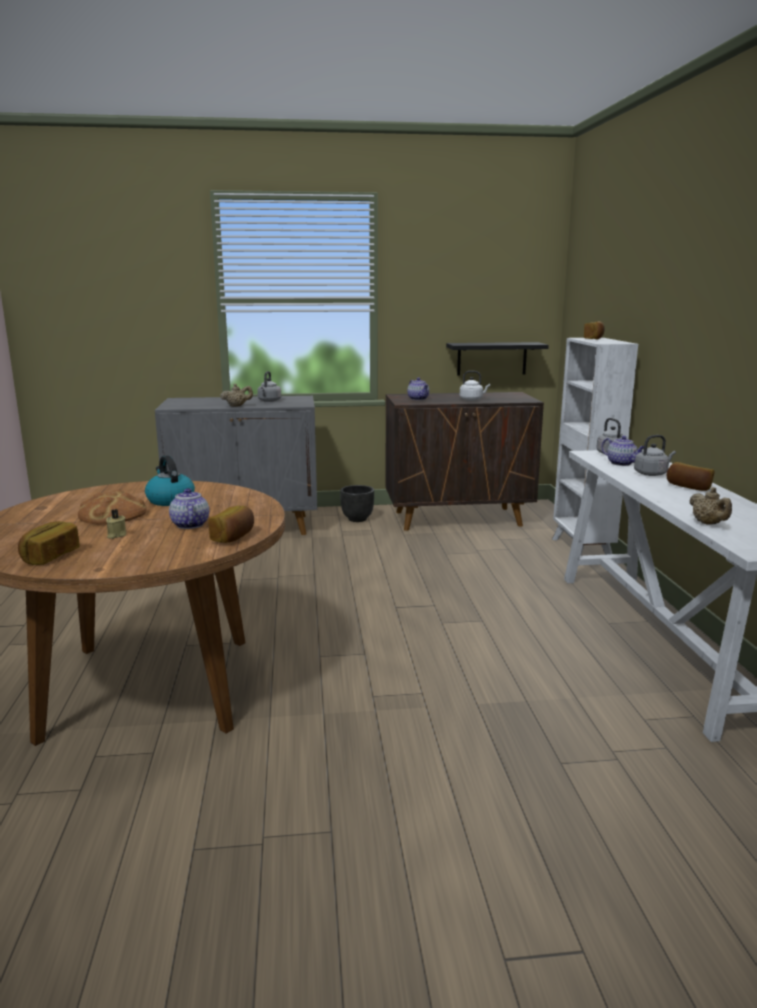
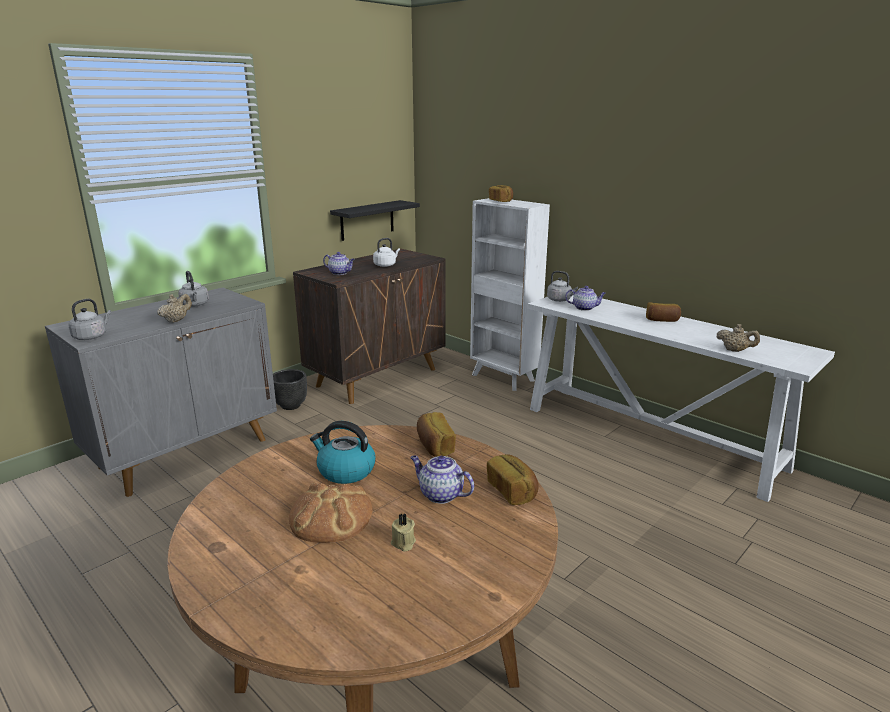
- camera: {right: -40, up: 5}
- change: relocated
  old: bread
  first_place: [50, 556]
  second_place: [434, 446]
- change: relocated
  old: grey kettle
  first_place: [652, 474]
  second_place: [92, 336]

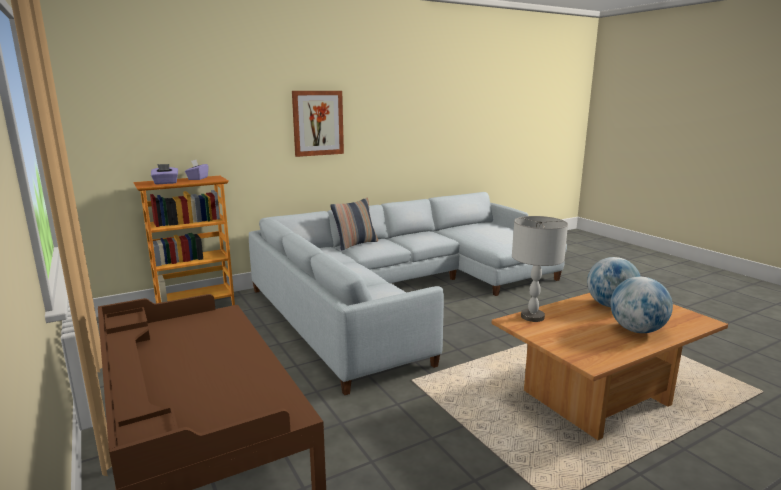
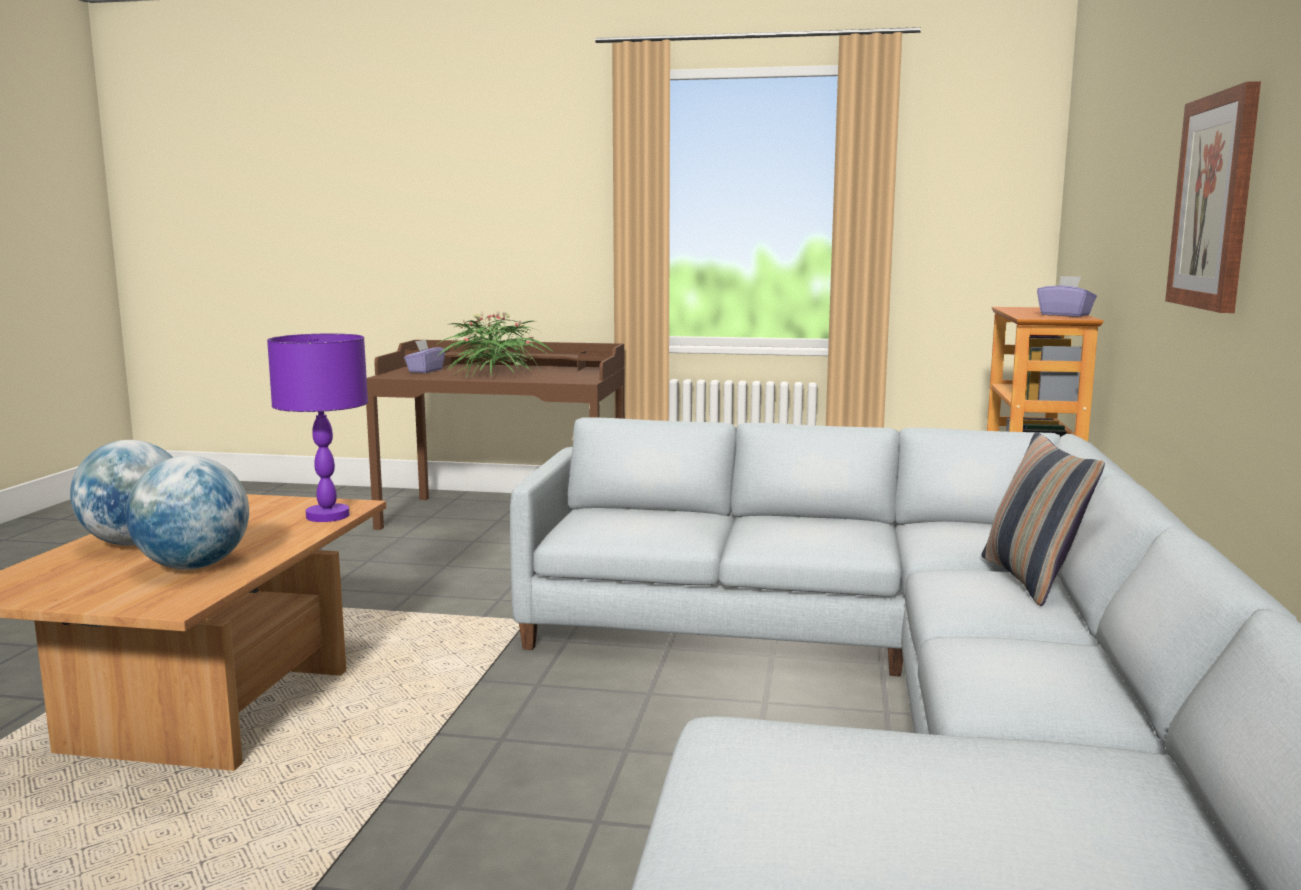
- camera: {right: 130, up: -5}
- change: relocated
  old: purple tissue box
  first_place: [165, 183]
  second_place: [425, 371]
- change: colour
  old: grey table lamp
  new: purple table lamp
  first_place: [532, 316]
  second_place: [328, 516]
- change: appeared
  new: potted plant
  second_place: [494, 374]

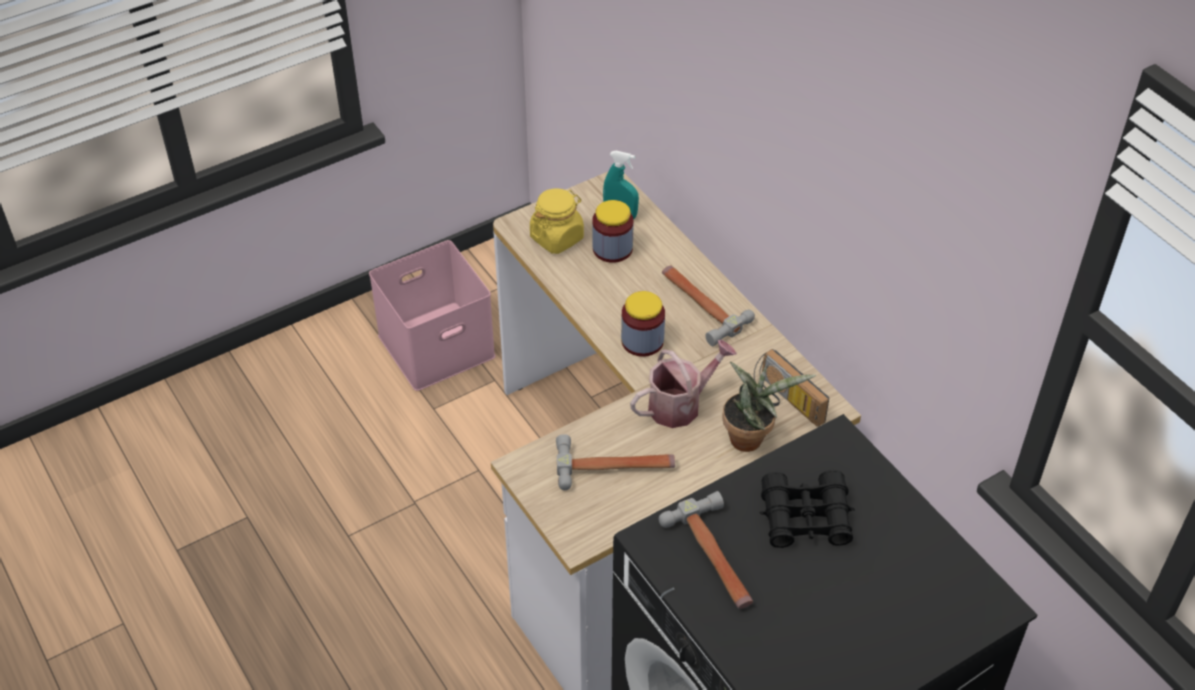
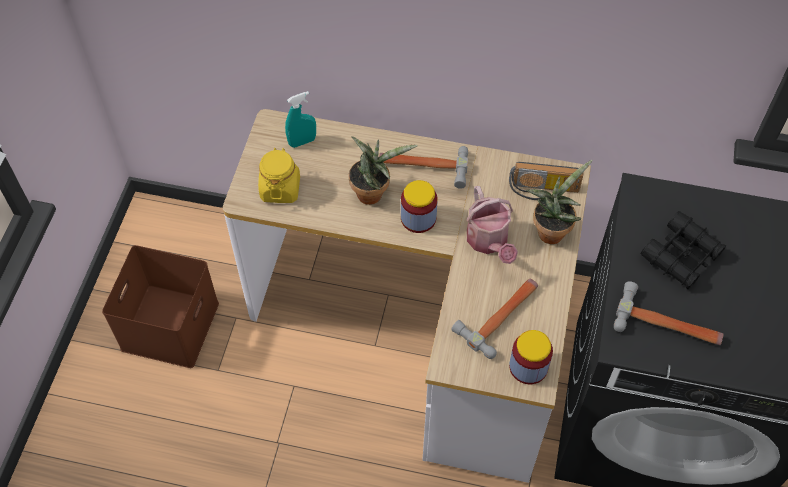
- camera: {right: -45, up: 10}
- change: colour
  old: pink storage box
  new: brown storage box
  first_place: [437, 343]
  second_place: [169, 324]
- change: relocated
  old: jar
  first_place: [612, 249]
  second_place: [528, 367]
- change: spun
  old: watering can
  first_place: [680, 404]
  second_place: [489, 242]
  degrees: 150
- change: appeared
  new: potted plant
  second_place: [373, 192]

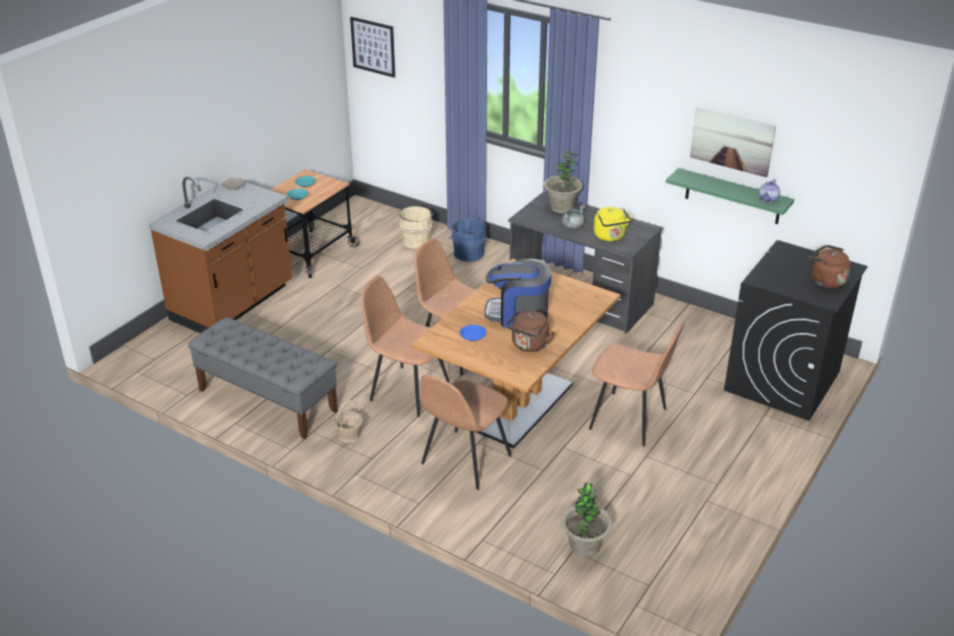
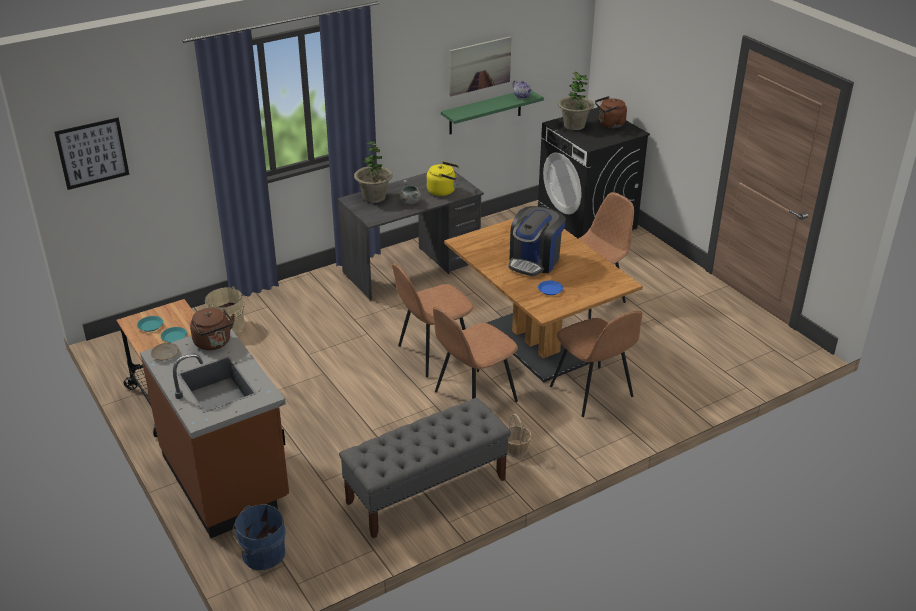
- camera: {right: -65, up: 0}
- change: relocated
  old: blue bucket
  first_place: [467, 253]
  second_place: [261, 554]
- change: relocated
  old: brown kettle
  first_place: [529, 345]
  second_place: [214, 343]
- change: relocated
  old: potted plant
  first_place: [584, 546]
  second_place: [574, 125]

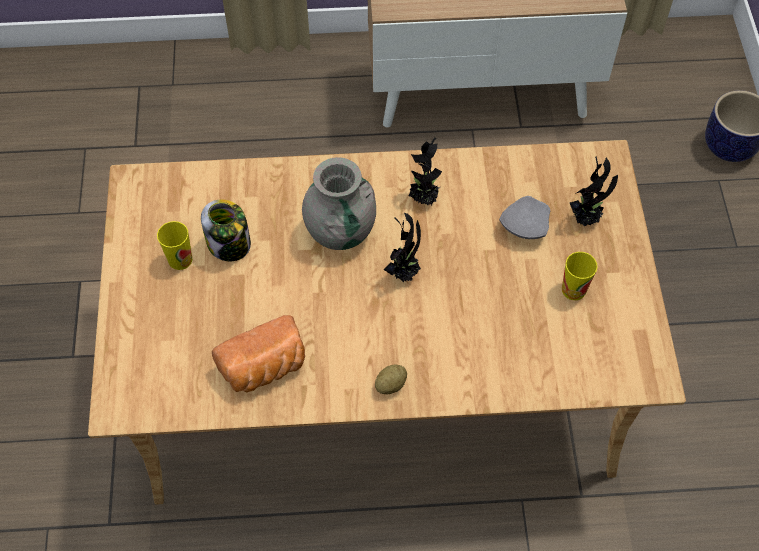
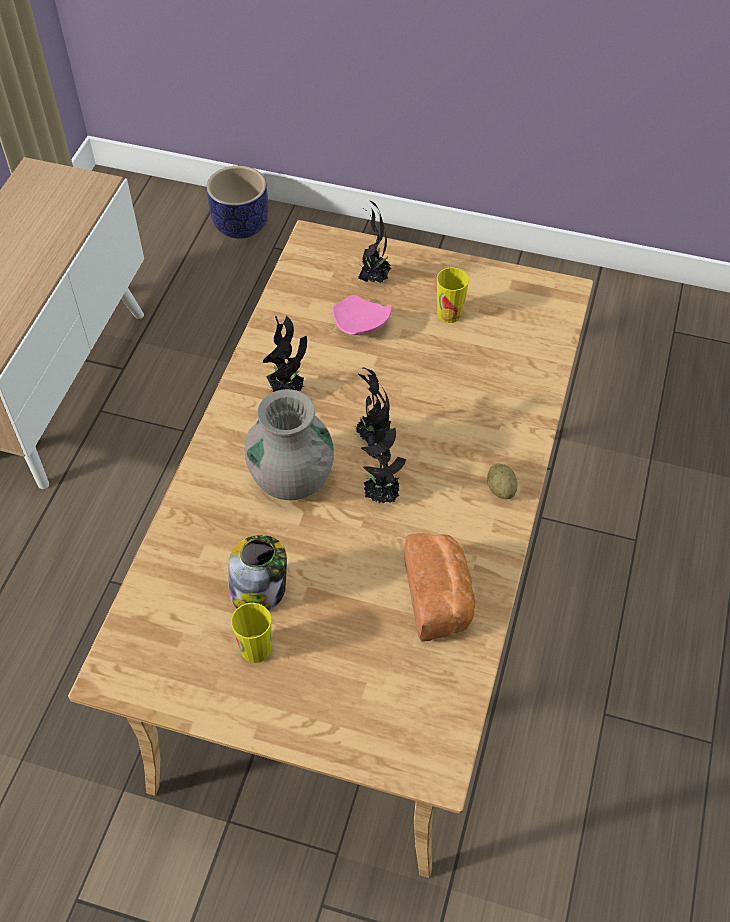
- camera: {right: -70, up: -5}
- change: colour
  old: grey plate
  new: pink plate
  first_place: [523, 225]
  second_place: [360, 325]
- change: appeared
  new: potted plant
  second_place: [383, 496]

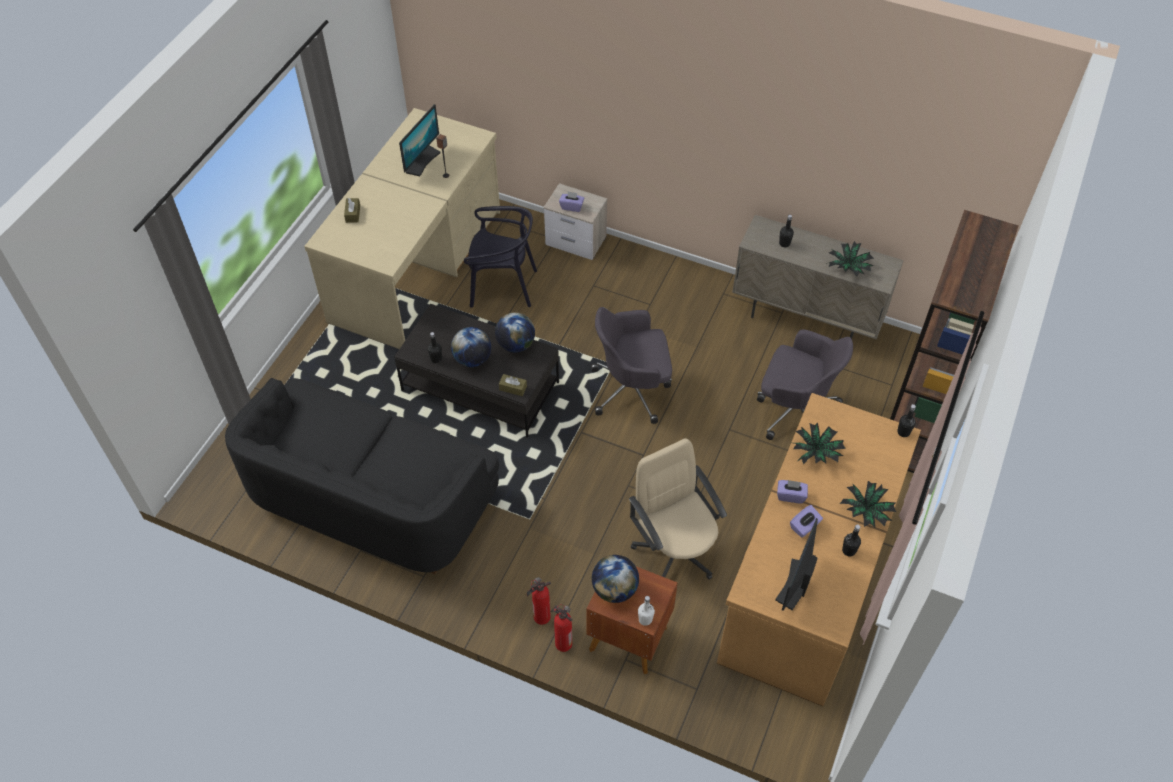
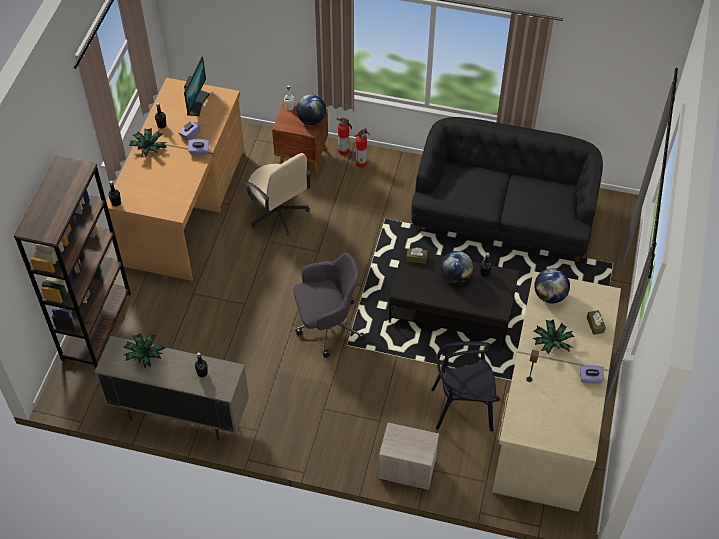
- camera: {right: 170, up: 0}
- change: missing
  old: monitor
  first_place: [422, 161]
- change: relocated
  old: globe
  first_place: [515, 345]
  second_place: [550, 296]
- change: relocated
  old: purple tissue box
  first_place: [572, 206]
  second_place: [590, 378]
- change: missing
  old: grey office chair
  first_place: [794, 410]
- change: relocated
  old: potted plant
  first_place: [816, 453]
  second_place: [551, 343]

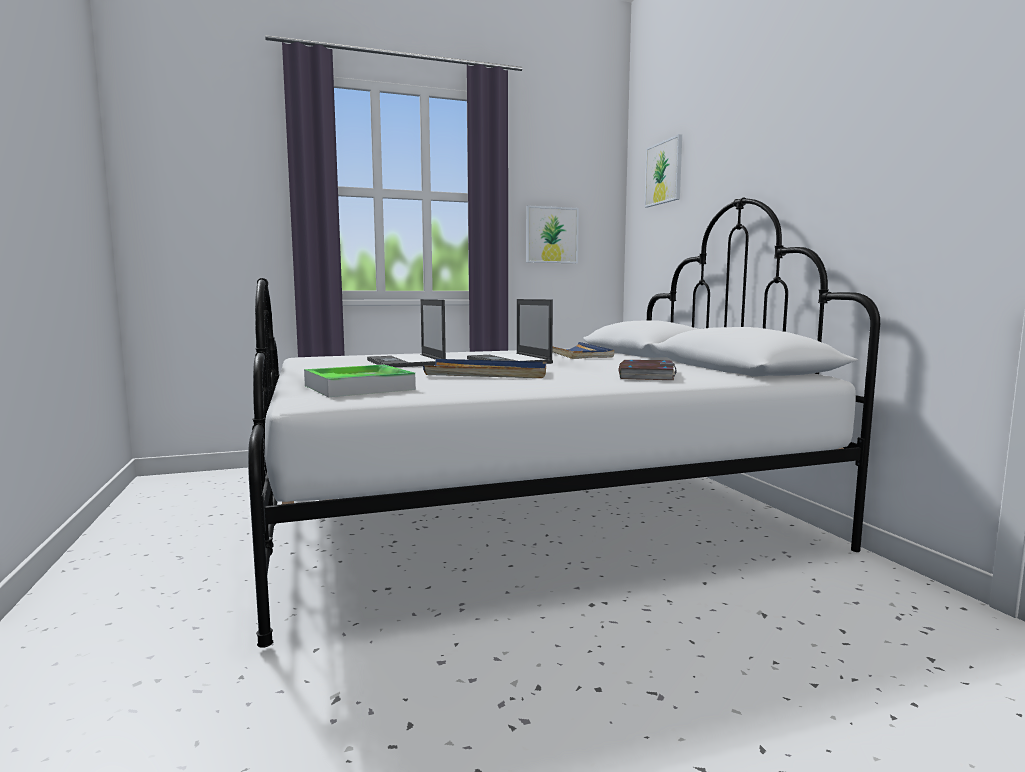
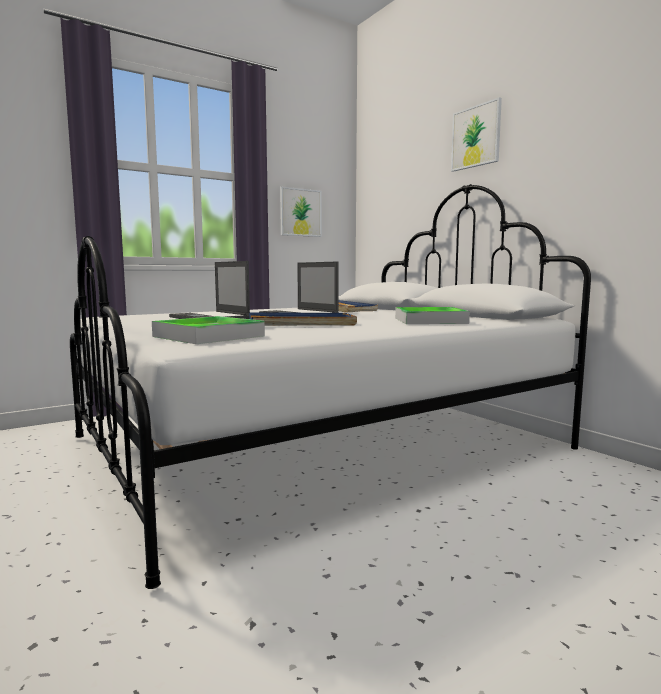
- camera: {right: -15, up: 0}
- change: exchanged
  old: book
  new: tray
  first_place: [646, 375]
  second_place: [430, 321]
- change: relocated
  old: picture
  first_place: [664, 172]
  second_place: [476, 136]

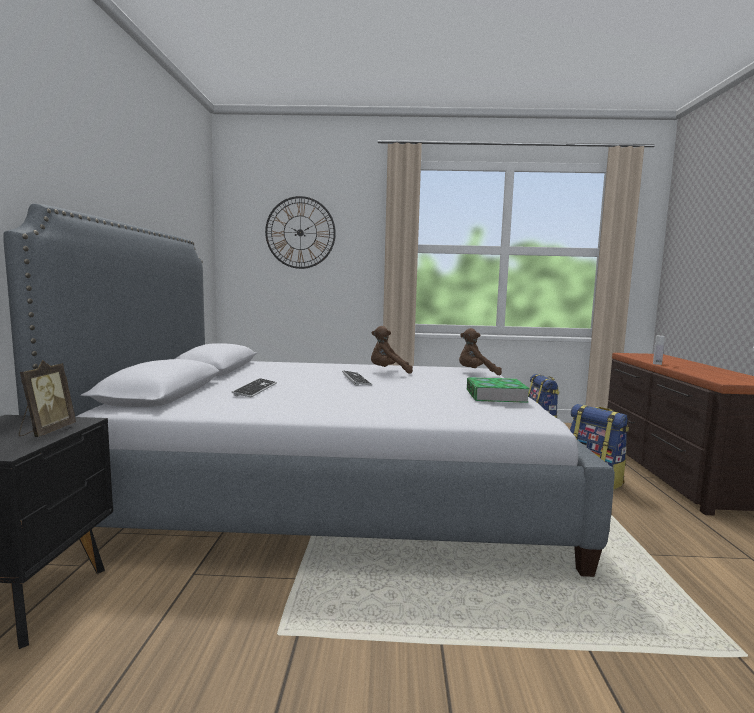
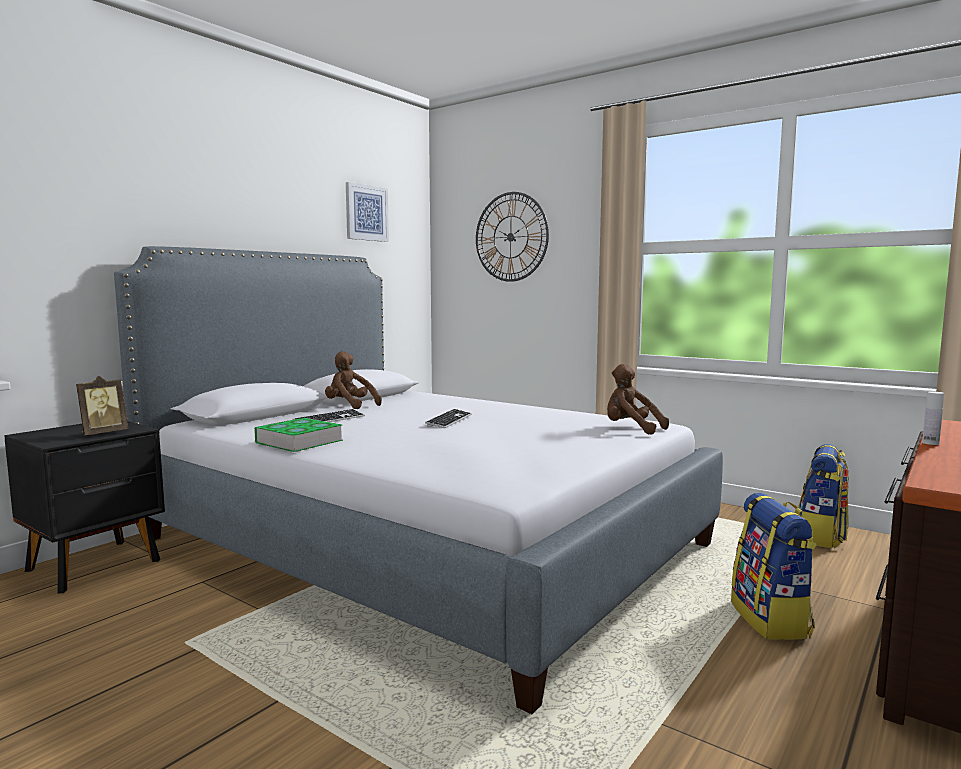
- camera: {right: 35, up: 0}
- change: relocated
  old: brown plush toy
  first_place: [388, 372]
  second_place: [350, 406]
- change: relocated
  old: book
  first_place: [495, 395]
  second_place: [299, 441]
- change: appeared
  new: picture
  second_place: [366, 213]

